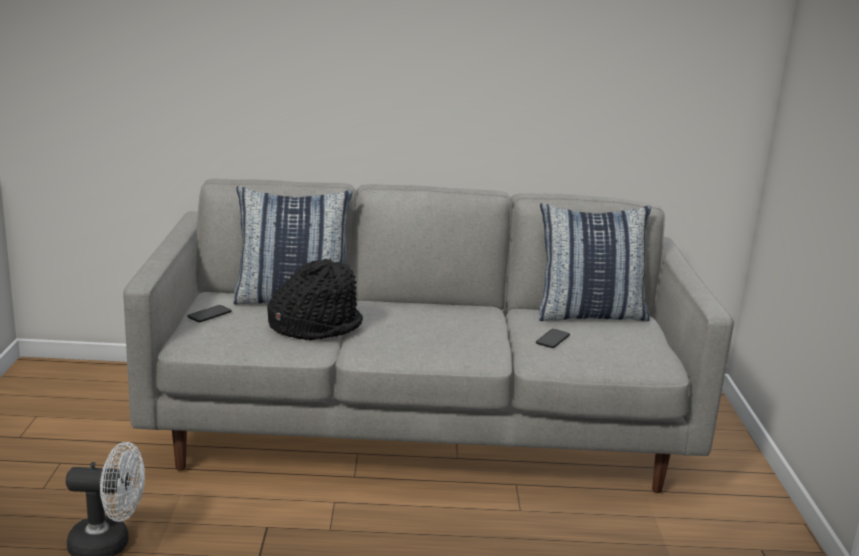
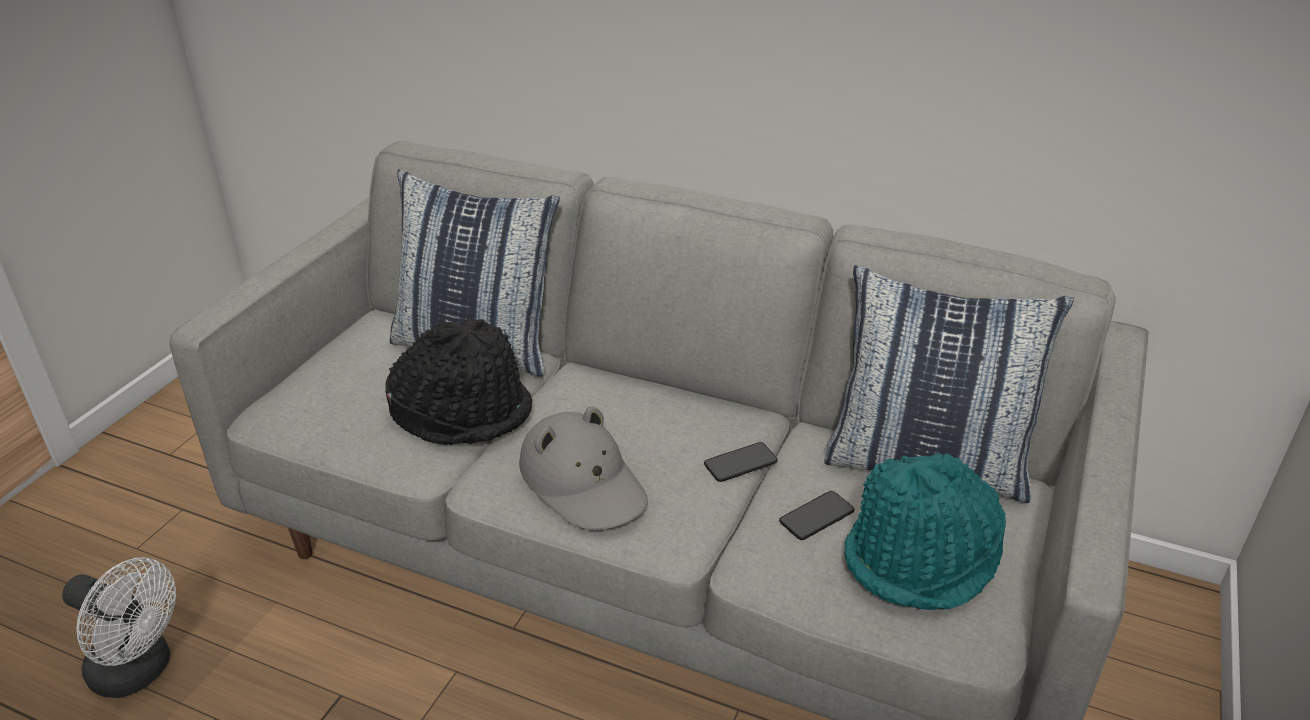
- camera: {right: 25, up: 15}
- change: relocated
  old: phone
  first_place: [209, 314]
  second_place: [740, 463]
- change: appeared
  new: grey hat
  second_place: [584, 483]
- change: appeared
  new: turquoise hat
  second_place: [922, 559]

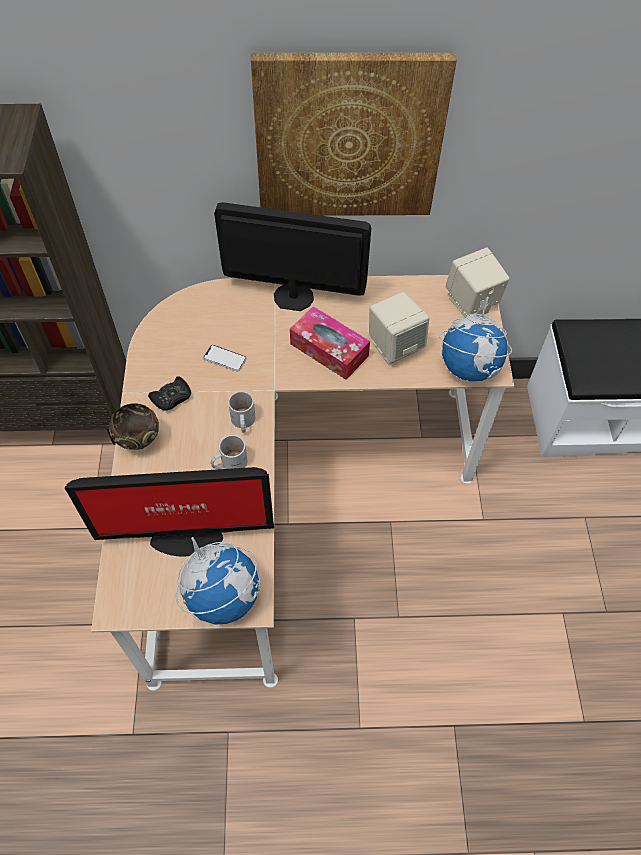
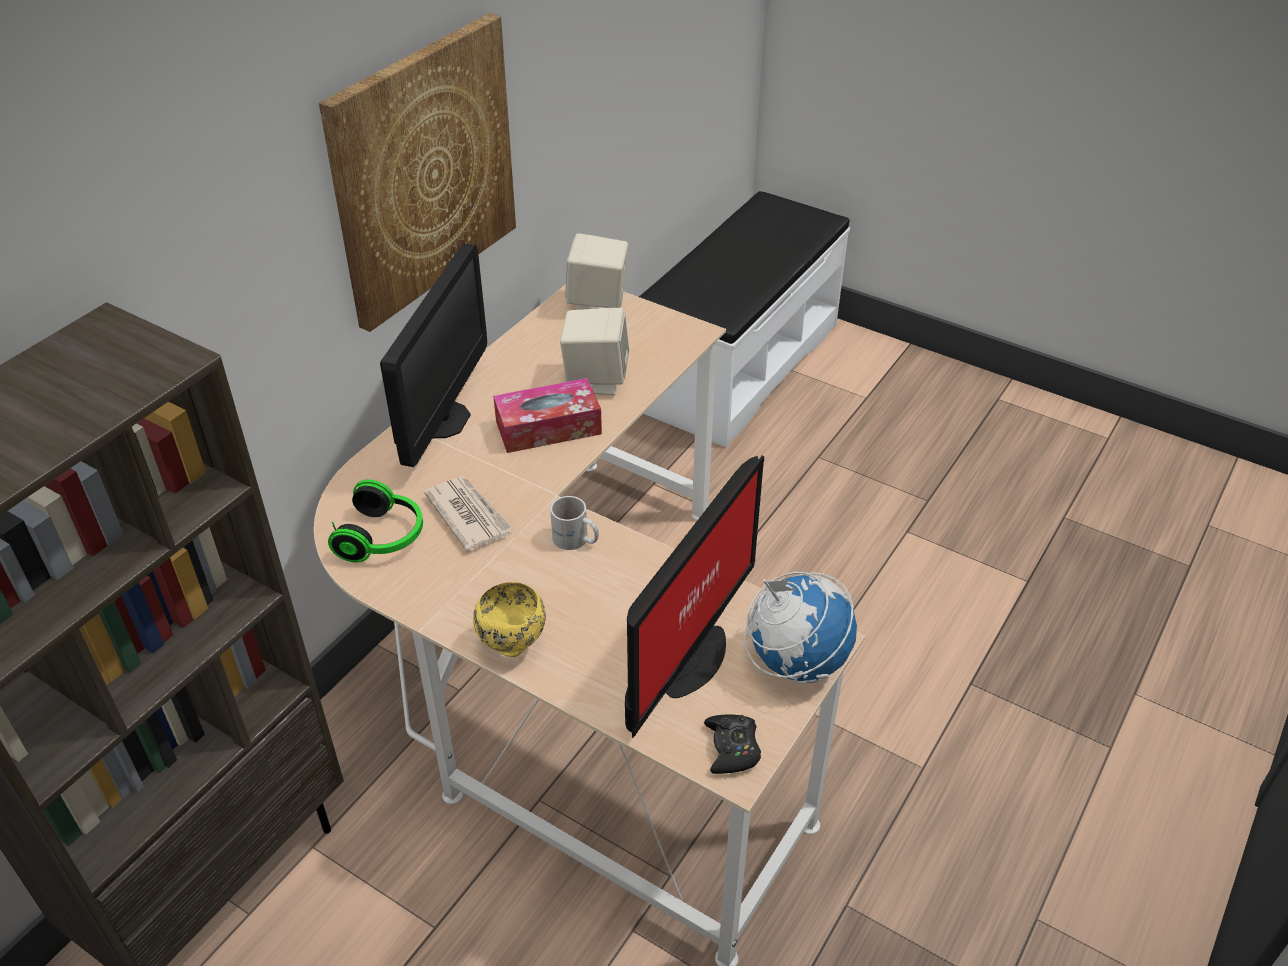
- camera: {right: -55, up: -15}
- change: colour
  old: brown bowl
  new: yellow bowl
  first_place: [140, 441]
  second_place: [513, 645]
- change: relocated
  old: black game controller
  first_place: [172, 397]
  second_place: [732, 748]
- change: exchanged
  old: phone
  new: newspaper
  first_place: [225, 358]
  second_place: [468, 515]
- change: missing
  old: white mug
  first_place: [229, 462]
- change: spun
  old: monitor
  first_place: [293, 297]
  second_place: [443, 420]
  degrees: 150
- change: missing
  old: globe
  first_place: [469, 367]
- change: appeared
  new: headphones
  second_place: [384, 538]

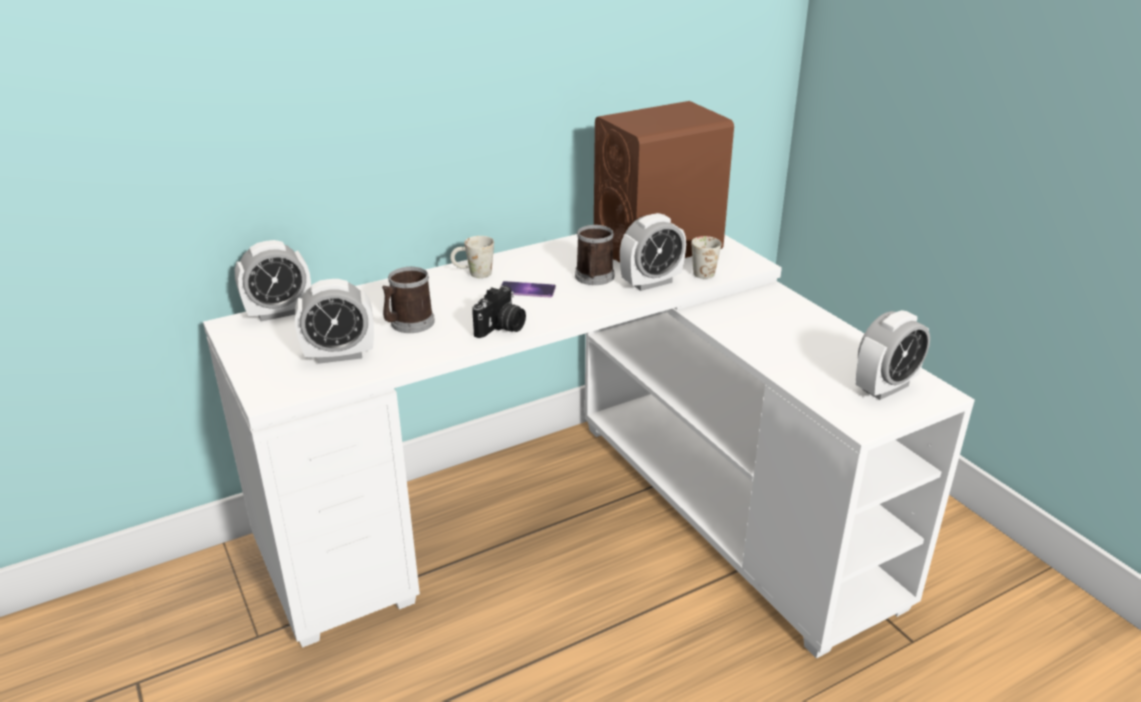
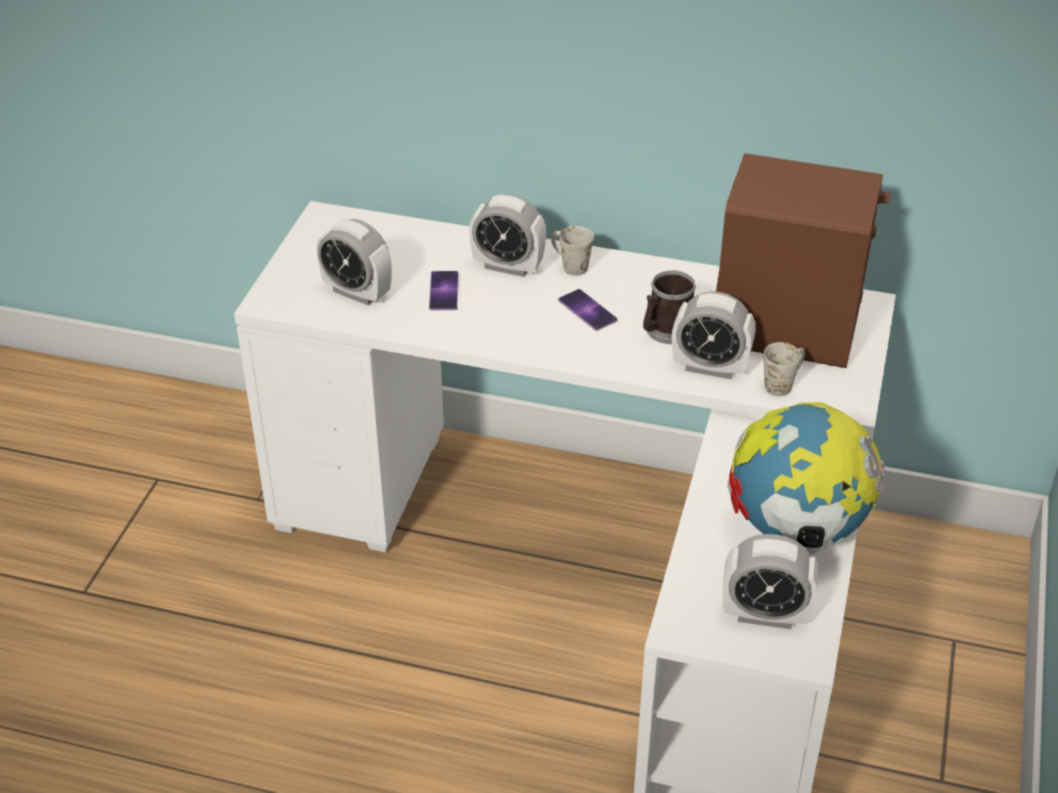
- camera: {right: 45, up: 10}
- change: relocated
  old: alarm clock
  first_place: [279, 312]
  second_place: [508, 266]
- change: exchanged
  old: mug
  new: phone
  first_place: [408, 324]
  second_place: [444, 291]
- change: missing
  old: photo camera
  first_place: [501, 328]
- change: appeared
  new: globe
  second_place: [796, 530]

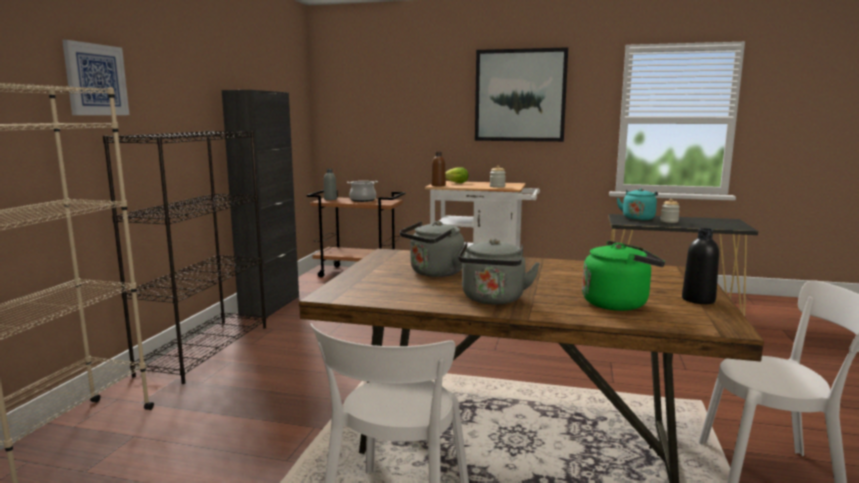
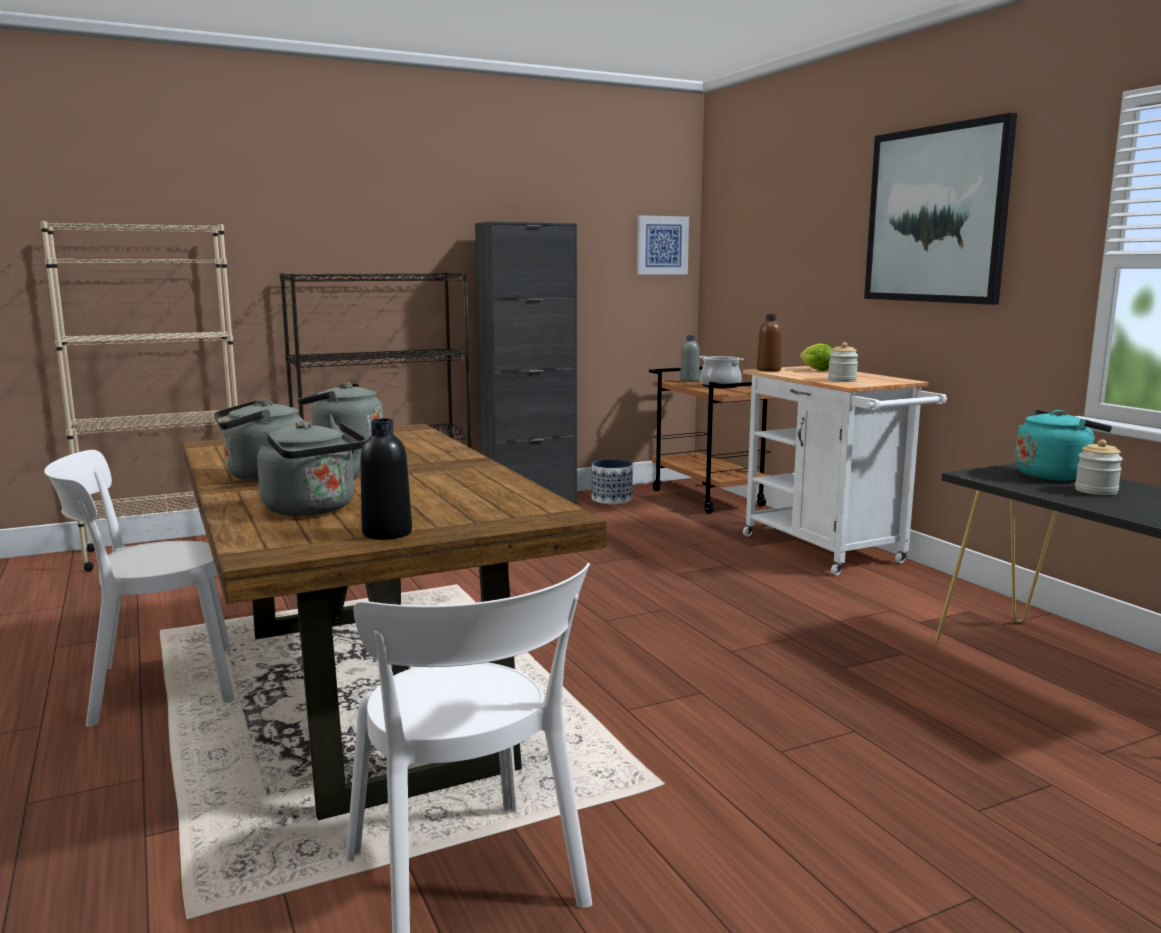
- camera: {right: 50, up: 0}
- change: relocated
  old: picture
  first_place: [95, 80]
  second_place: [662, 245]
- change: colour
  old: green kettle
  new: grey kettle
  first_place: [618, 303]
  second_place: [313, 509]
- change: appeared
  new: planter
  second_place: [611, 499]

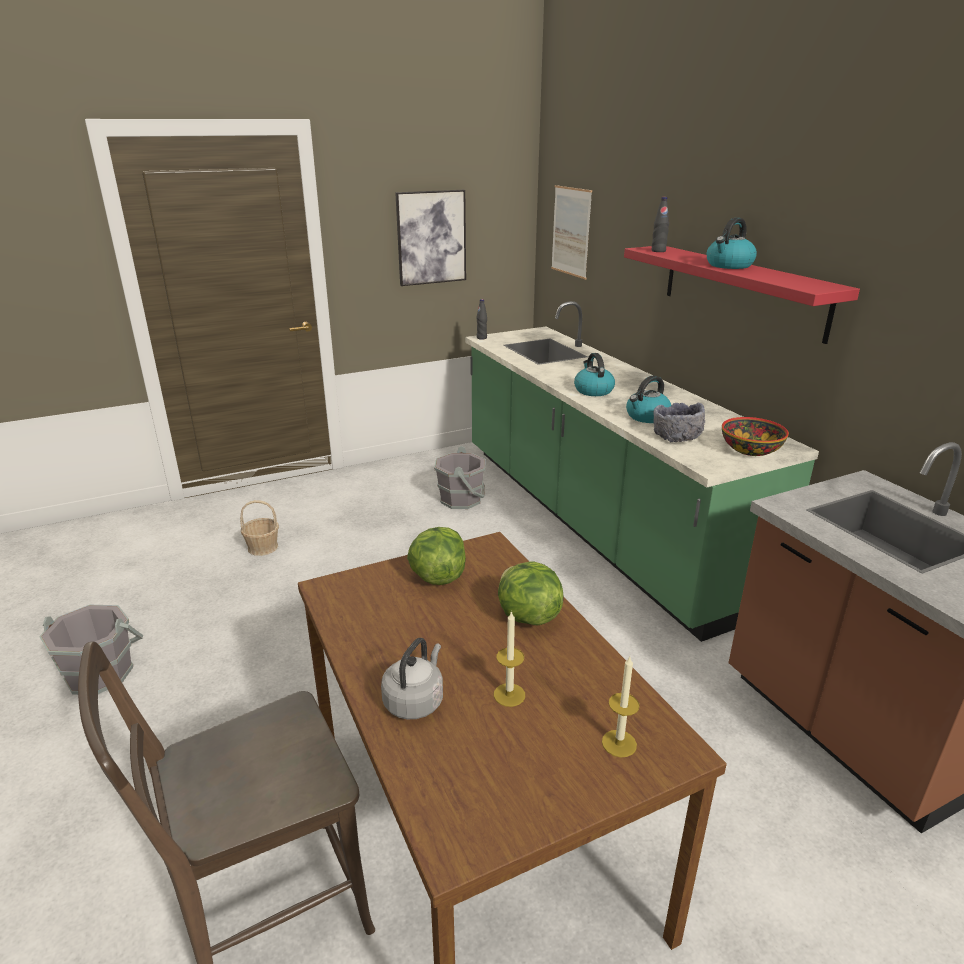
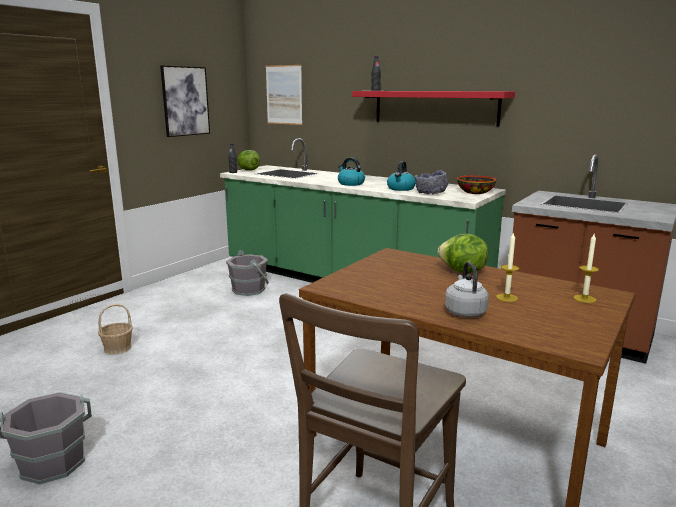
- camera: {right: -30, up: -10}
- change: relocated
  old: lettuce
  first_place: [438, 576]
  second_place: [248, 170]
- change: missing
  old: kettle
  first_place: [729, 265]

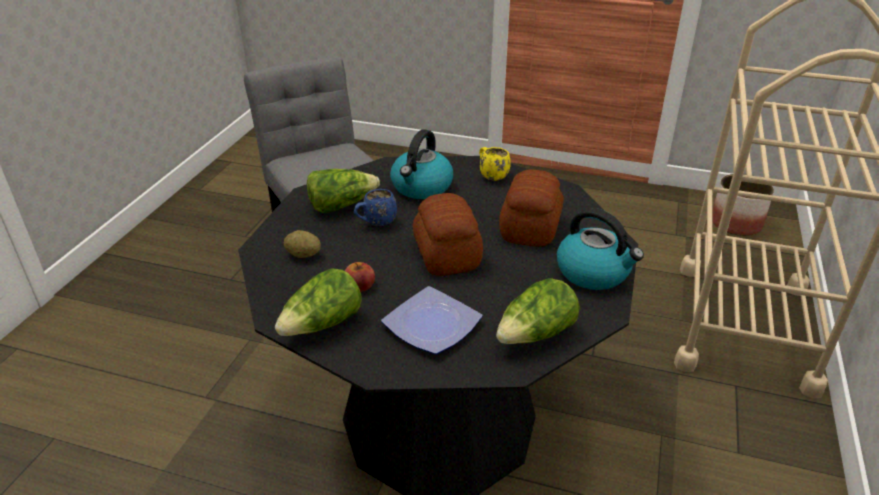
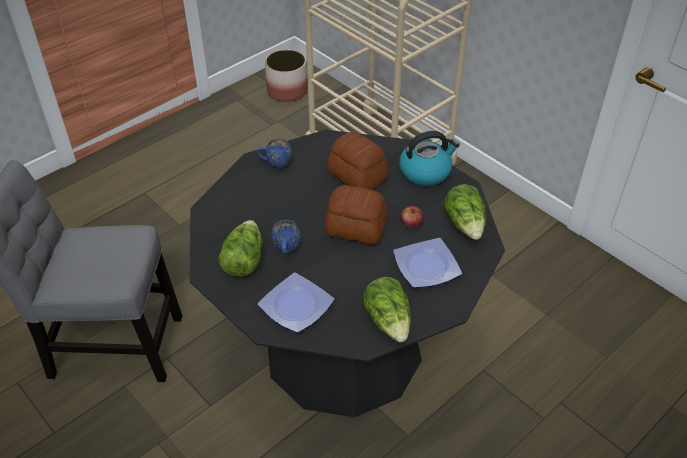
- camera: {right: -60, up: 10}
- change: exchanged
  old: potato
  new: plate
  first_place: [303, 255]
  second_place: [296, 305]
- change: relocated
  old: apple
  first_place: [360, 285]
  second_place: [411, 222]
- change: missing
  old: kettle
  first_place: [421, 187]
- change: colour
  old: yellow mug
  new: blue mug
  first_place: [491, 175]
  second_place: [275, 163]

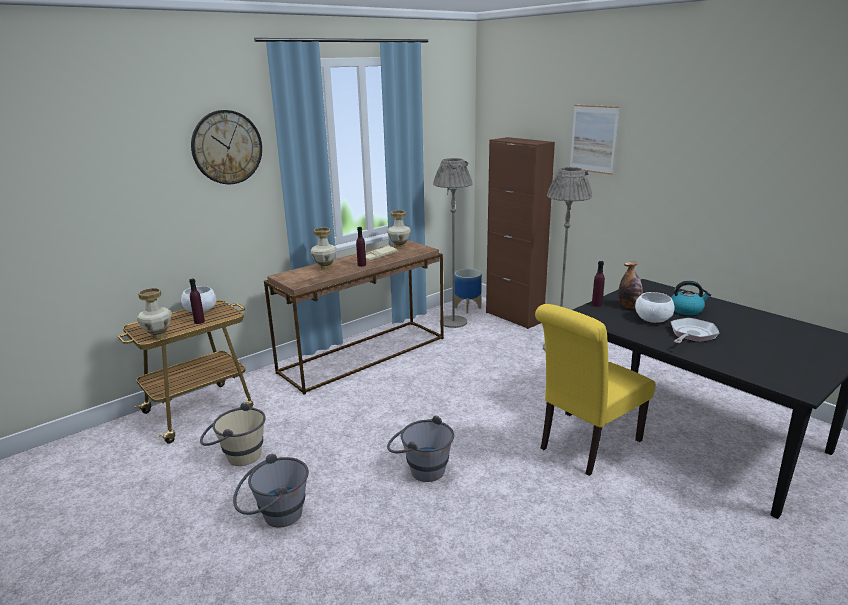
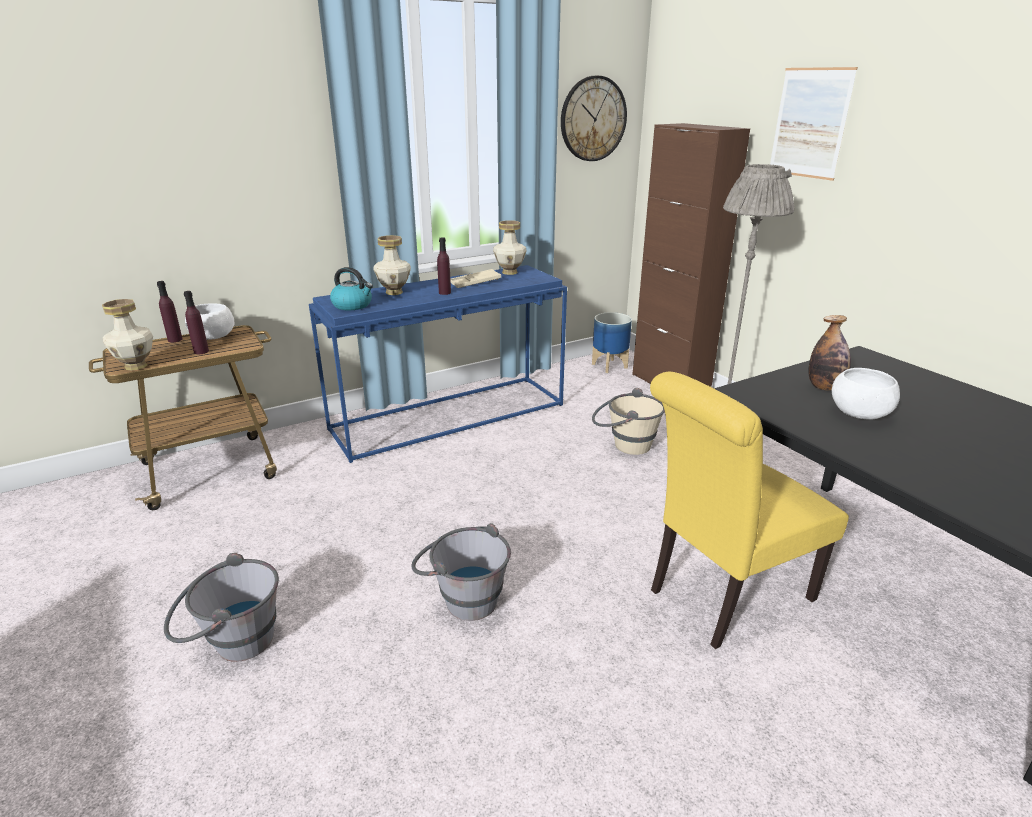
- camera: {right: 10, up: 5}
- change: relocated
  old: wall clock
  first_place: [227, 147]
  second_place: [593, 119]
- change: relocated
  old: beige bucket
  first_place: [237, 456]
  second_place: [624, 445]
- change: colour
  old: brown console table
  new: blue console table
  first_place: [364, 354]
  second_place: [450, 416]
- change: missing
  old: grey floor lamp
  first_place: [453, 322]
- change: relocated
  old: purple bottle
  first_place: [597, 304]
  second_place: [175, 340]
- change: relocated
  old: kettle
  first_place: [686, 310]
  second_place: [353, 305]
- change: missing
  old: frying pan
  first_place: [691, 335]

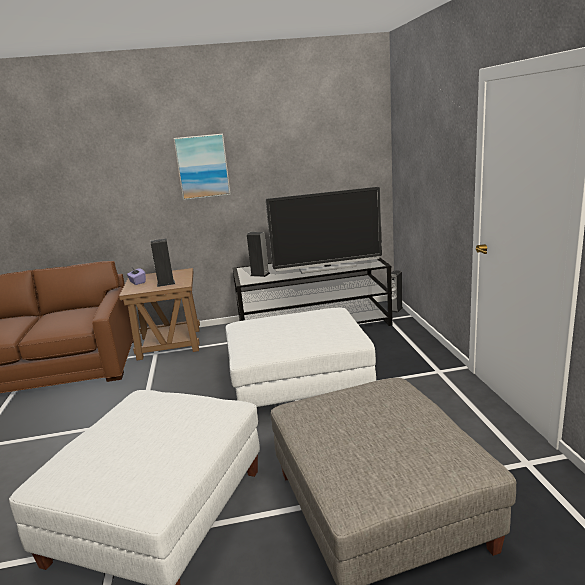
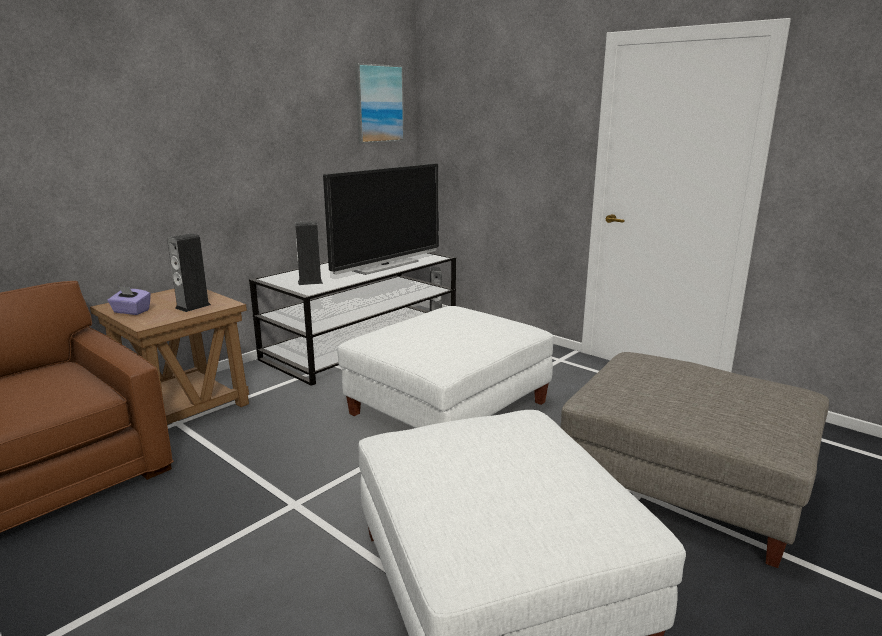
- camera: {right: -40, up: 0}
- change: relocated
  old: picture
  first_place: [202, 166]
  second_place: [379, 104]

